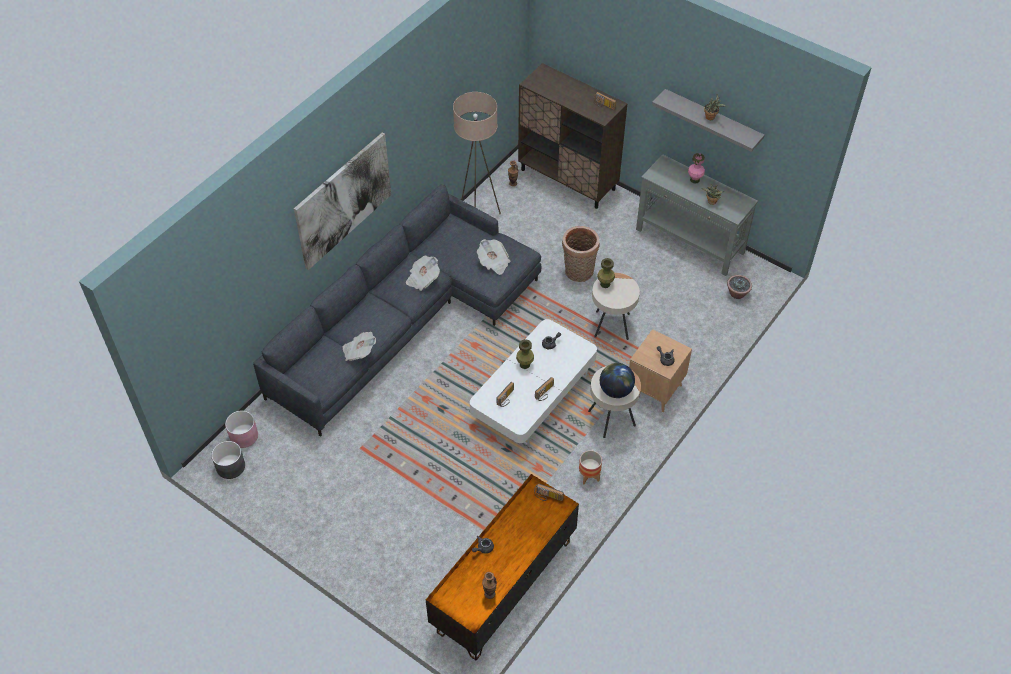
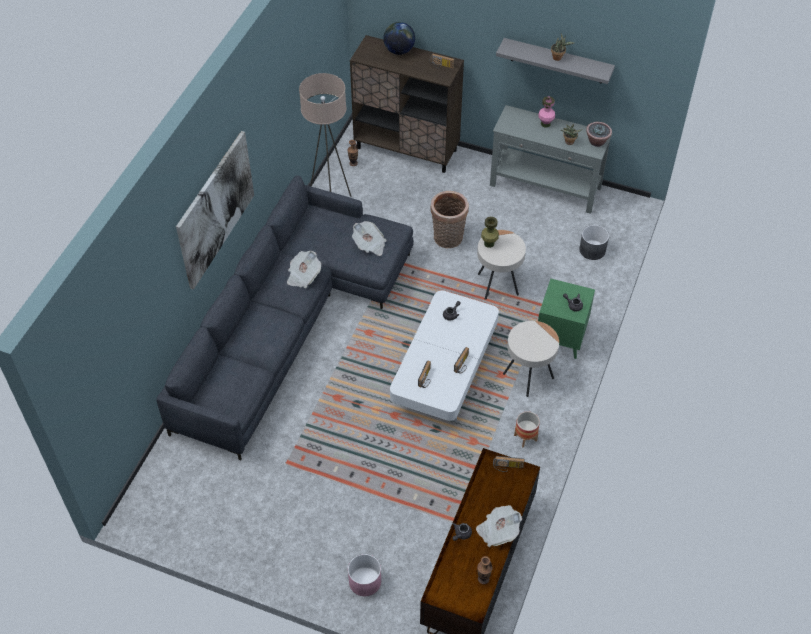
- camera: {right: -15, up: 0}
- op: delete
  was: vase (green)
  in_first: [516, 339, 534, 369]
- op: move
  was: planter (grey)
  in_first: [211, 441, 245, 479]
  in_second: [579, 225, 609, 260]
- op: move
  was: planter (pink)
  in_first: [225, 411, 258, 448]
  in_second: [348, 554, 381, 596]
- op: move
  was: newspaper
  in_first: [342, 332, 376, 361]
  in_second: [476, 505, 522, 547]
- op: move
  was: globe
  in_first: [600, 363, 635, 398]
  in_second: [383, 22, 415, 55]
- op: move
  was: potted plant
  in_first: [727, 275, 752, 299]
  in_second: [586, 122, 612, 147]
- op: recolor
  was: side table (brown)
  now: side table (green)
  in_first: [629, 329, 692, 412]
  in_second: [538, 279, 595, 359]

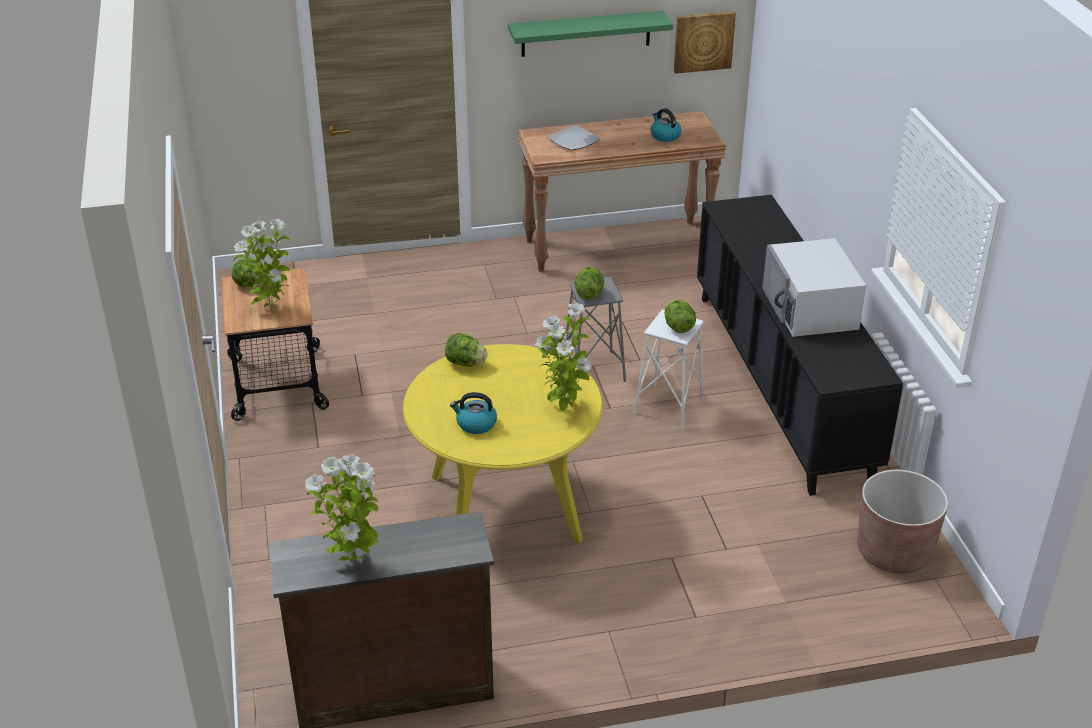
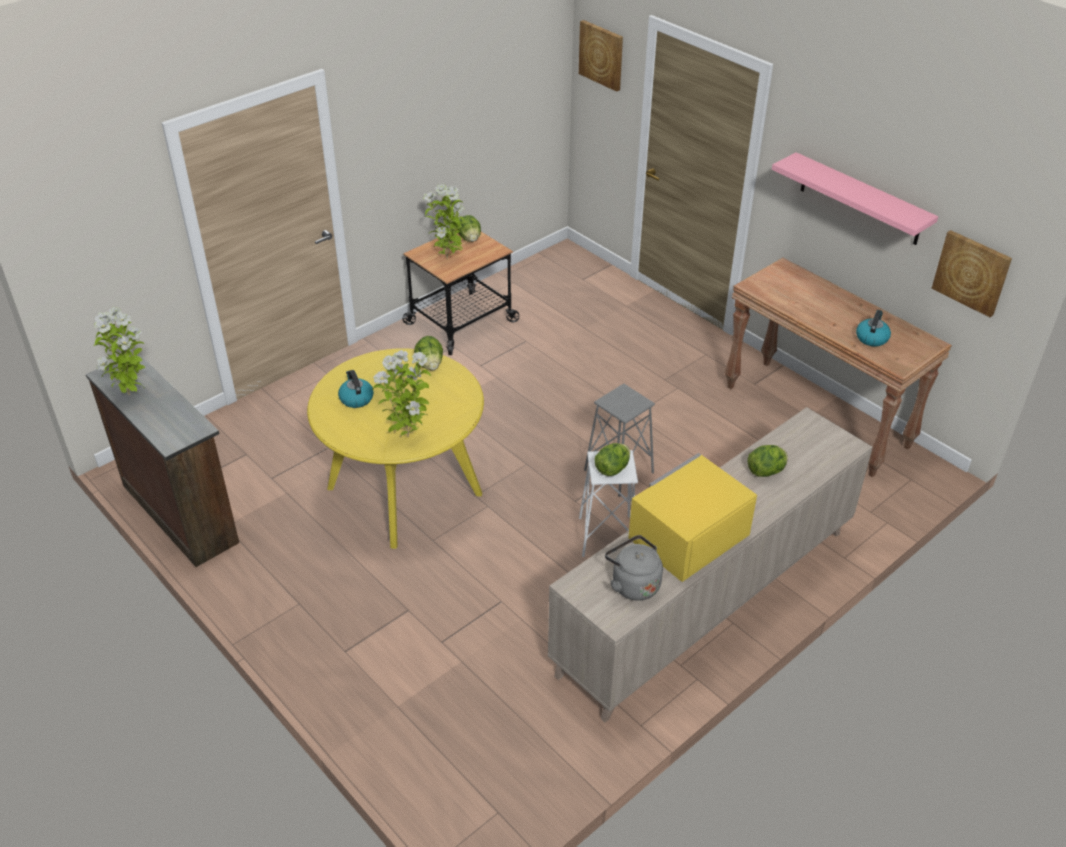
- camera: {right: 60, up: 5}
- op: delete
  was: plate
  in_first: [547, 125, 600, 150]
- op: delete
  was: planter (brown)
  in_first: [857, 470, 948, 574]
- op: insert
  now: picture
  in_second: [579, 20, 623, 92]
- op: insert
  now: kettle (grey)
  in_second: [605, 535, 663, 601]
- op: move
  was: lettuce
  in_first: [574, 267, 604, 300]
  in_second: [748, 445, 788, 477]
- op: recolor
  was: shelf (green)
  now: shelf (pink)
  in_first: [508, 10, 673, 57]
  in_second: [772, 152, 938, 245]
- op: recolor
  was: cabinet (black)
  now: cabinet (beige)
  in_first: [697, 195, 903, 496]
  in_second: [548, 407, 872, 722]
- op: recolor
  was: microwave (white)
  now: microwave (yellow)
  in_first: [762, 238, 866, 337]
  in_second: [628, 453, 757, 582]

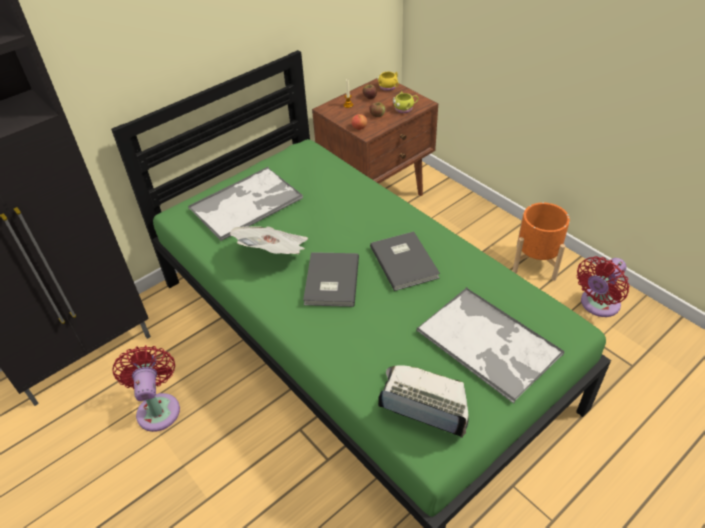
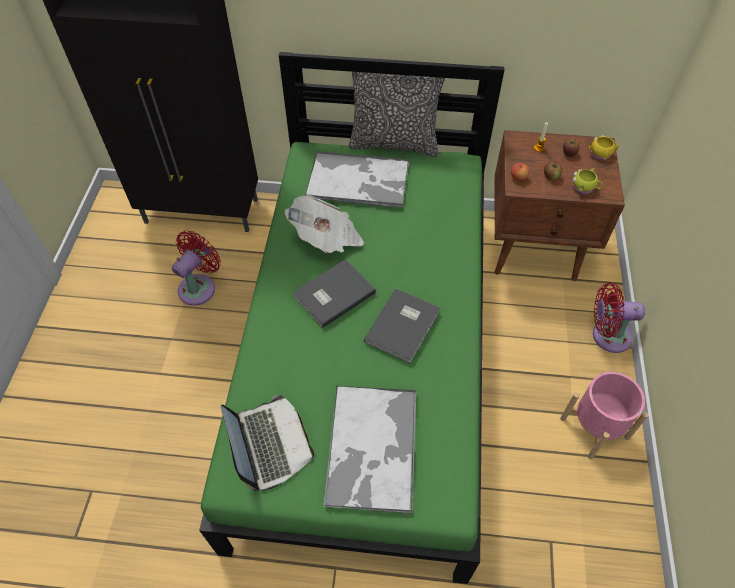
- camera: {right: 45, up: 10}
- op: insert
  now: pillow
  in_second: [349, 72, 445, 157]
- op: move
  was: fan (red)
  in_first: [577, 256, 630, 317]
  in_second: [593, 283, 645, 353]
- op: recolor
  was: planter (orange)
  now: planter (pink)
  in_first: [513, 203, 570, 281]
  in_second: [560, 372, 649, 459]

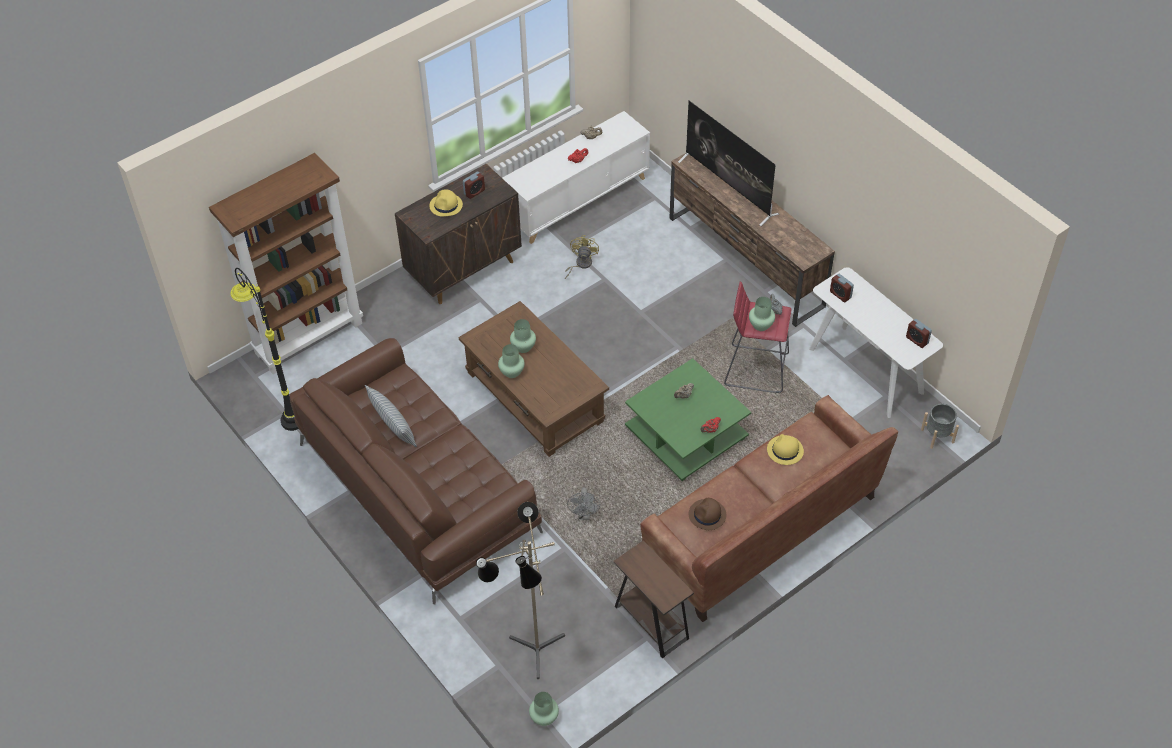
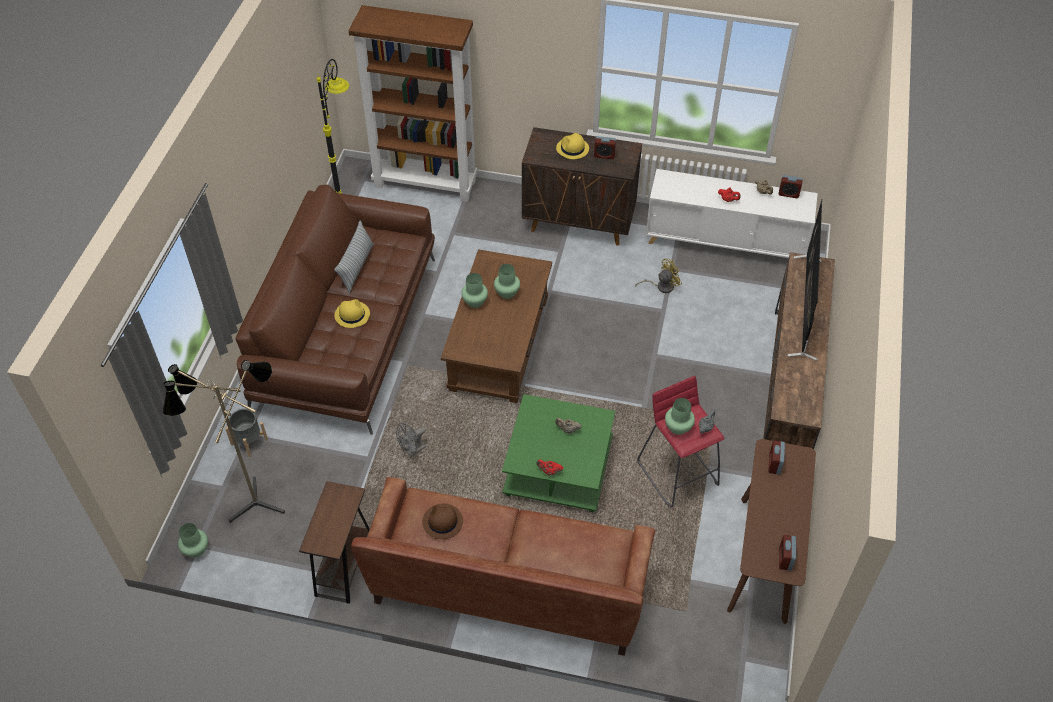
- camera: {right: 50, up: 0}
- op: insert
  now: alarm clock
  in_second: [779, 175, 803, 198]
- op: move
  was: hat (yellow)
  in_first: [767, 434, 804, 465]
  in_second: [334, 299, 370, 328]
- op: move
  was: planter (grey)
  in_first: [921, 404, 959, 449]
  in_second: [225, 409, 268, 457]
- op: recolor
  was: console table (white)
  now: console table (brown)
  in_first: [809, 267, 943, 418]
  in_second: [727, 439, 816, 624]

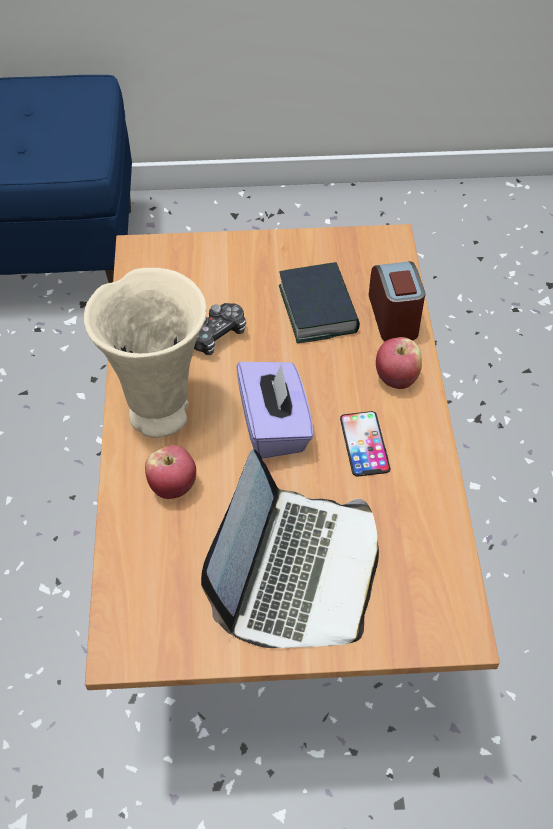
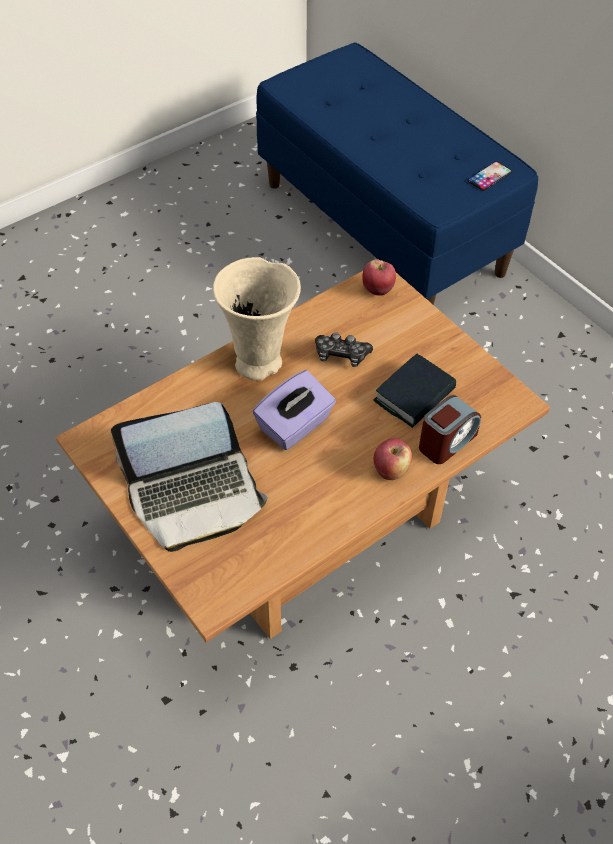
- camera: {right: 55, up: 0}
- op: move
  was: apple
  in_first: [145, 445, 196, 499]
  in_second: [362, 259, 396, 296]
- op: move
  was: phone
  in_first: [340, 411, 390, 477]
  in_second: [467, 161, 512, 191]

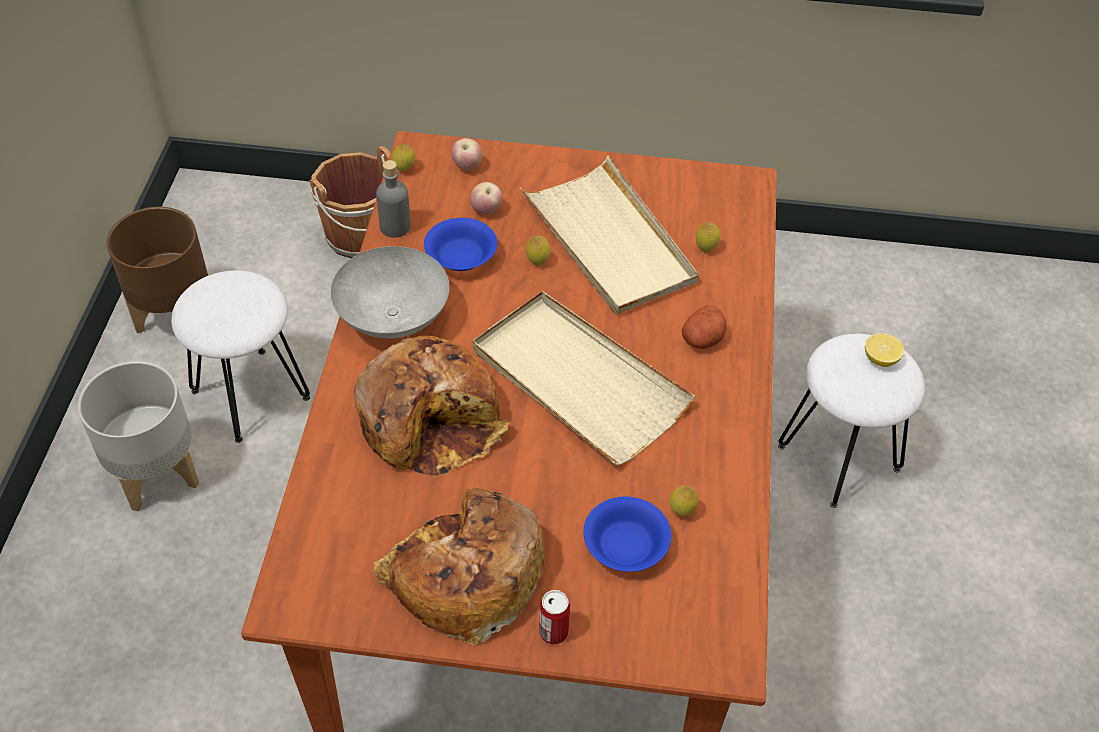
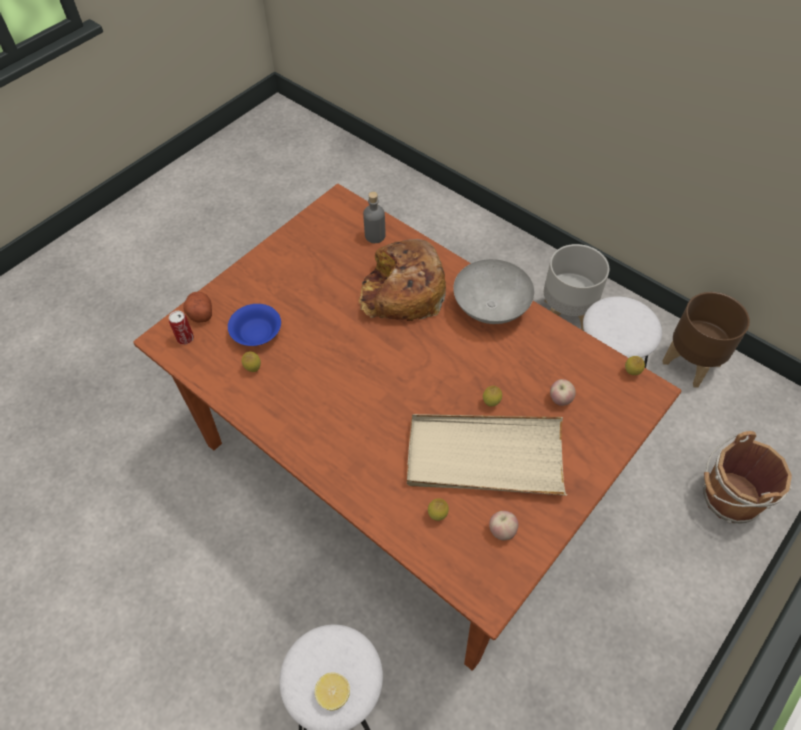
- camera: {right: 125, up: 5}
- op: delete
  was: bread
  in_first: [374, 488, 544, 645]
- op: delete
  was: bowl (blue)
  in_first: [424, 218, 497, 271]
- op: delete
  was: tray (beige)
  in_first: [472, 291, 695, 466]
- op: move
  was: bottle (grey)
  in_first: [376, 160, 411, 238]
  in_second: [363, 192, 385, 243]
- op: move
  was: apple
  in_first: [451, 138, 482, 170]
  in_second: [489, 511, 519, 540]
- op: move
  was: can
  in_first: [539, 590, 570, 644]
  in_second: [169, 311, 194, 345]
- op: move
  was: potato
  in_first: [682, 305, 726, 349]
  in_second: [183, 292, 212, 322]

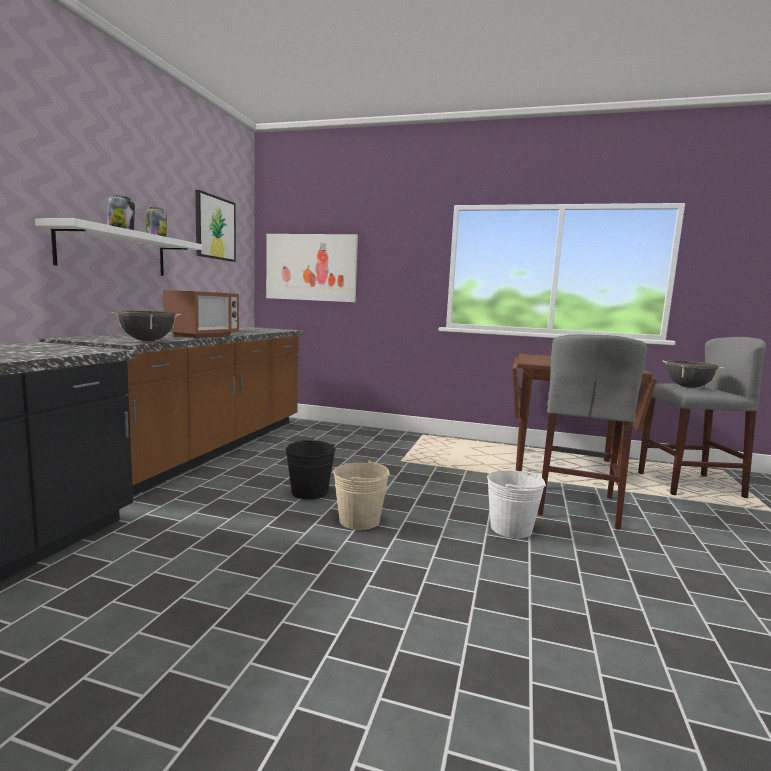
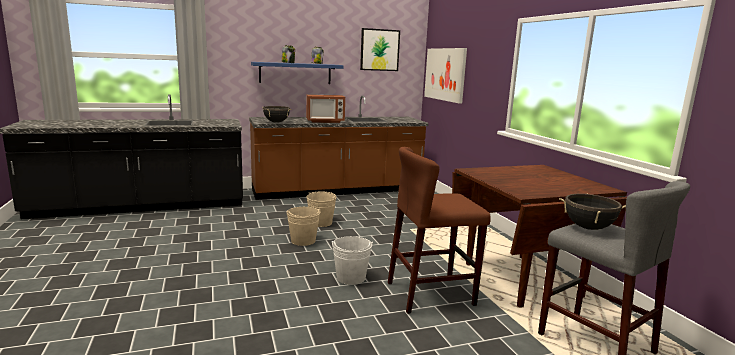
- camera: {right: 55, up: 5}
- op: recolor
  was: shelf (white)
  now: shelf (blue)
  in_first: [35, 218, 202, 276]
  in_second: [251, 62, 344, 84]
- op: recolor
  was: bucket (black)
  now: bucket (beige)
  in_first: [286, 440, 335, 499]
  in_second: [306, 191, 337, 227]
- op: recolor
  was: stool (grey)
  now: stool (brown)
  in_first: [538, 334, 647, 530]
  in_second: [388, 147, 491, 314]

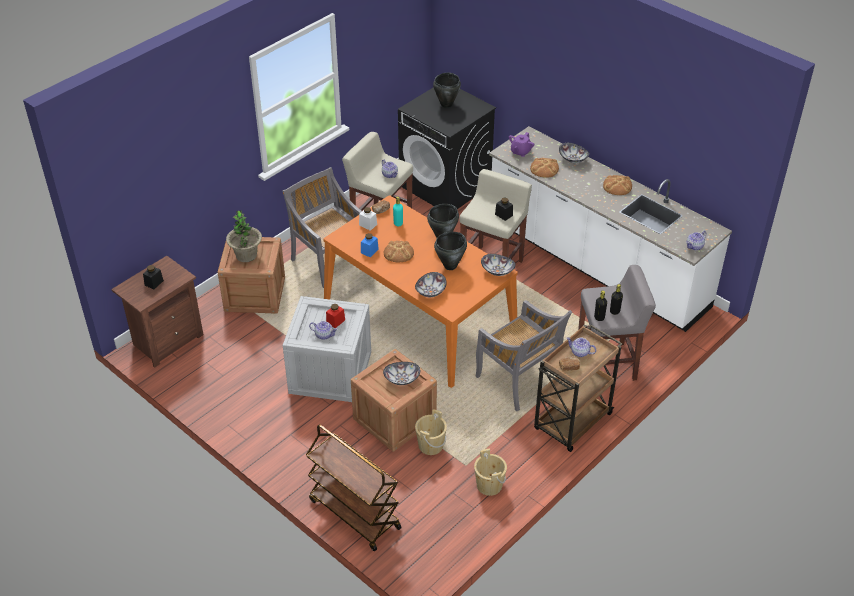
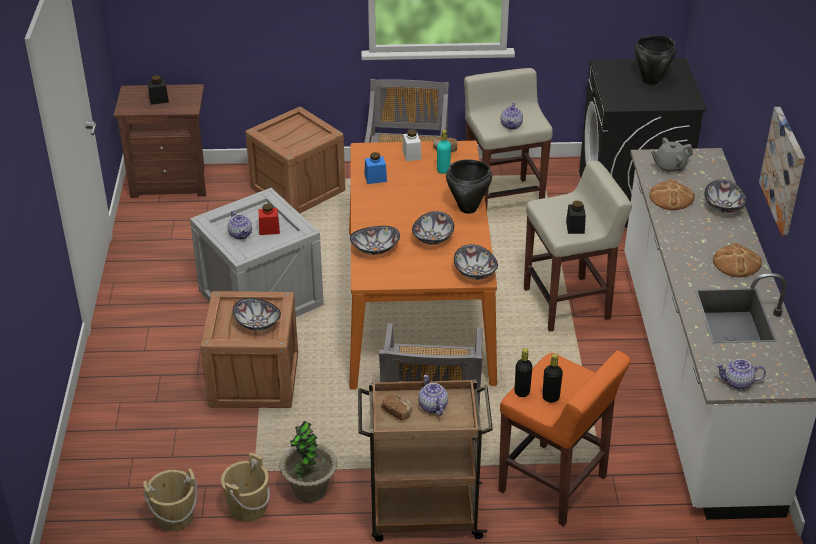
- camera: {right: 45, up: -5}
- op: delete
  was: cart (brown)
  in_first: [306, 424, 402, 551]
- op: delete
  was: bread
  in_first: [384, 241, 414, 263]
- op: insert
  now: picture
  in_second: [759, 107, 805, 236]
- op: move
  was: potted plant
  in_first: [226, 210, 262, 262]
  in_second: [279, 421, 337, 502]
- op: move
  was: bucket (beige)
  in_first: [415, 409, 447, 455]
  in_second: [143, 468, 197, 531]
- op: replace
  was: cooking pot (black)
  now: bowl
  in_first: [434, 232, 467, 270]
  in_second: [412, 211, 454, 245]
- op: recolor
  was: teapot (purple)
  now: teapot (grey)
  in_first: [509, 132, 534, 157]
  in_second: [651, 137, 693, 174]
- op: recolor
  was: stool (grey)
  now: stool (orange)
  in_first: [578, 265, 656, 381]
  in_second: [498, 351, 631, 526]

